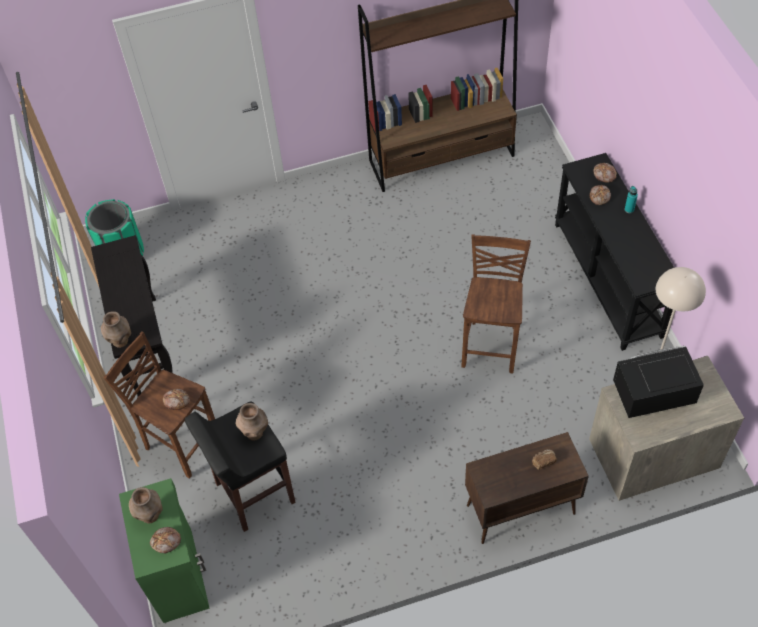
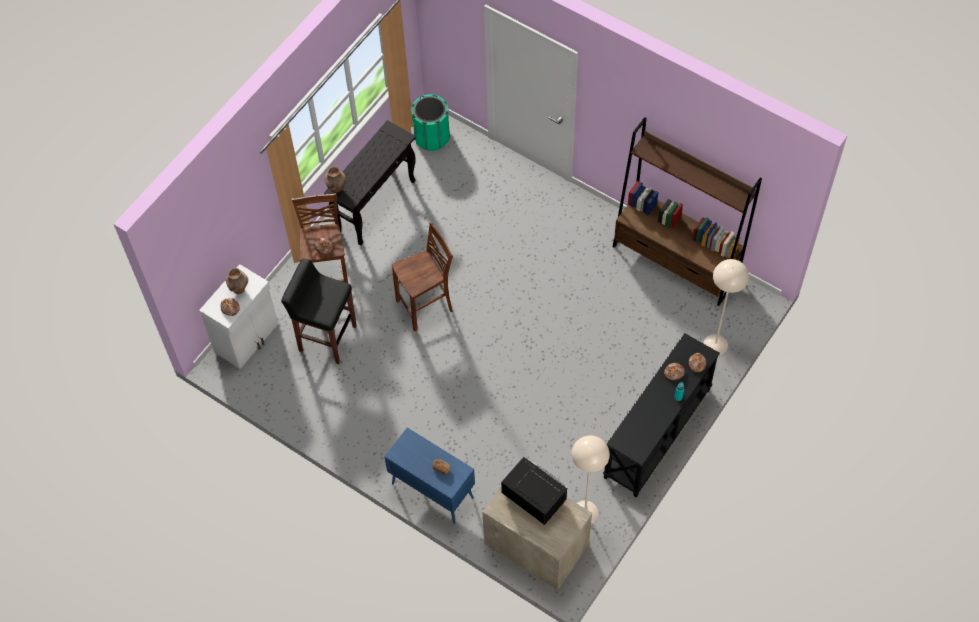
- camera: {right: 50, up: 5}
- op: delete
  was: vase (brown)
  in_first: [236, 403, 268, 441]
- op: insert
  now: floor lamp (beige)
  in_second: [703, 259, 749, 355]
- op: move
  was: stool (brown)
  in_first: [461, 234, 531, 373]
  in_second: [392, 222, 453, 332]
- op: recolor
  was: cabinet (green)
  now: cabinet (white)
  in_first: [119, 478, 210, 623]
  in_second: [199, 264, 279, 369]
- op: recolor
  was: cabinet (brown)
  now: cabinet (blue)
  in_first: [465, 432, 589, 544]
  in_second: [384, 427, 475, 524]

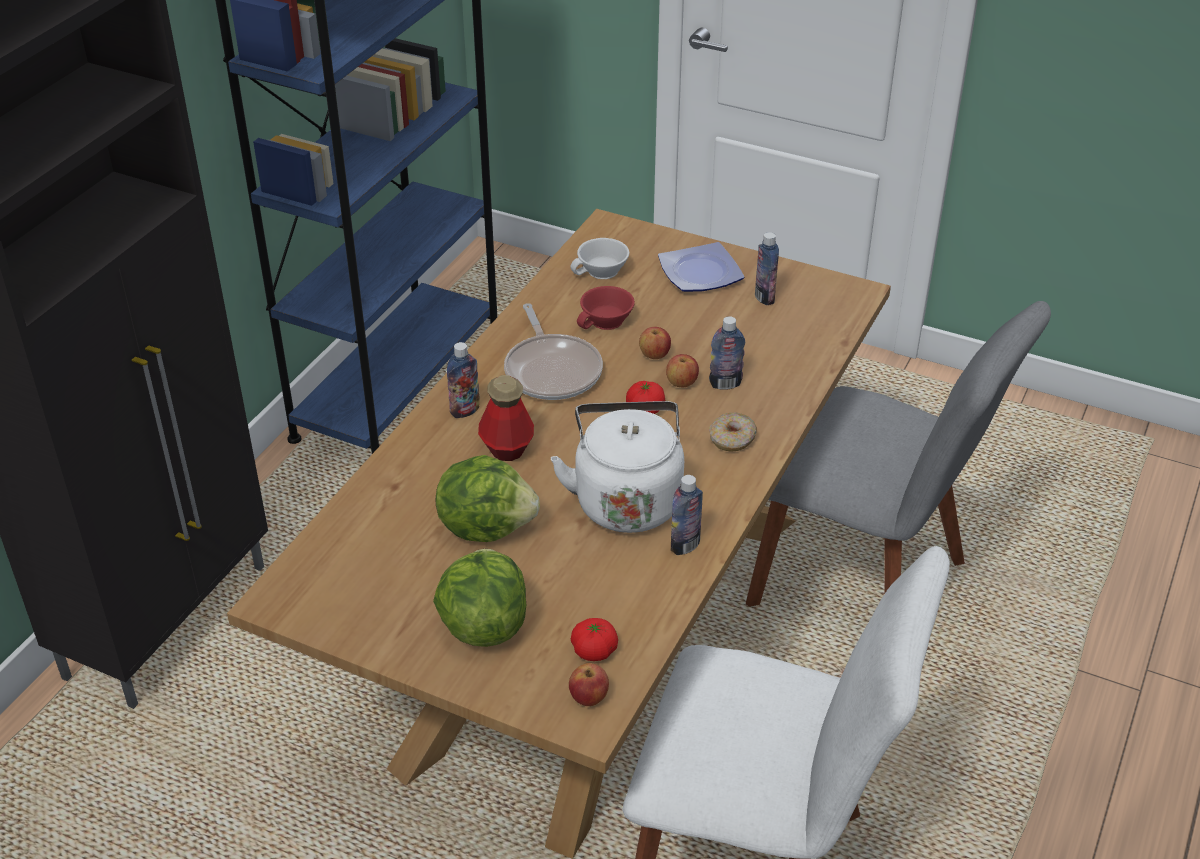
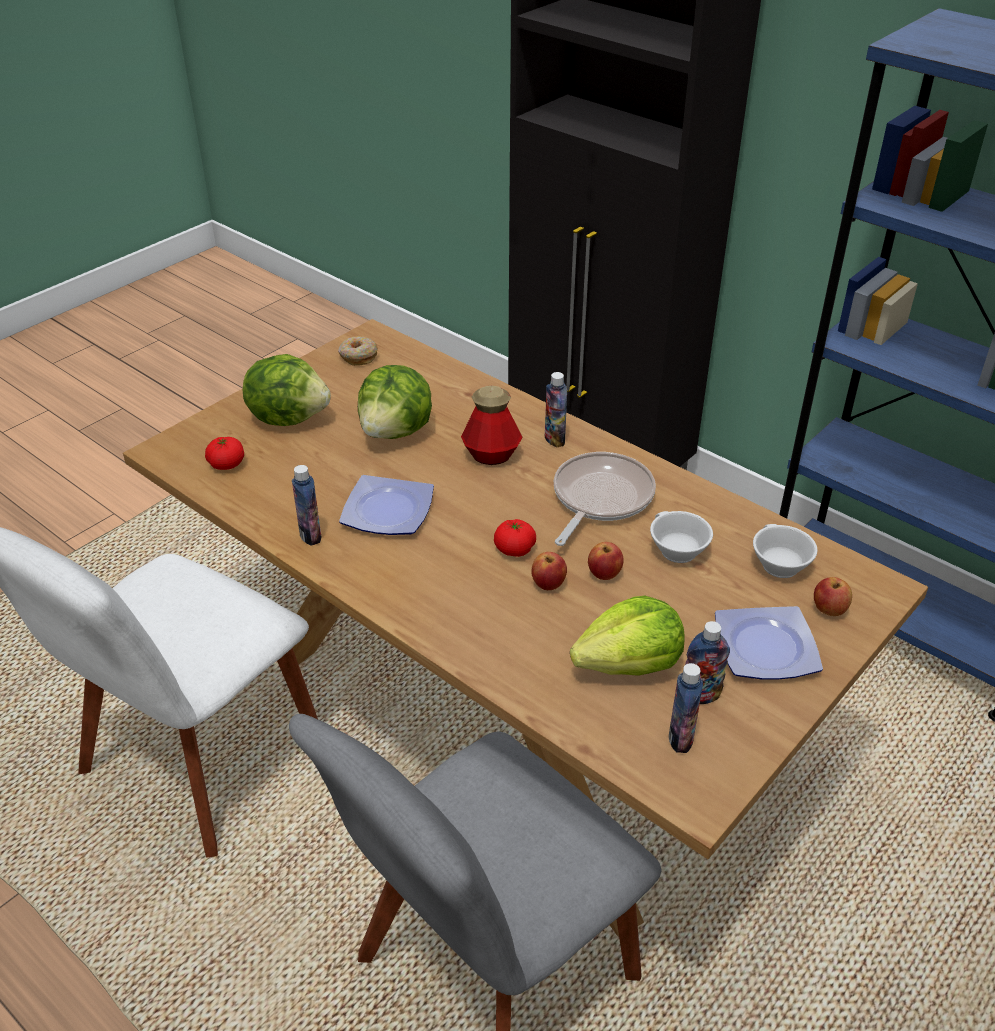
- camera: {right: 105, up: 0}
- op: insert
  now: lettuce
  in_second: [570, 596, 684, 676]
- op: move
  was: apple
  in_first: [569, 663, 609, 706]
  in_second: [814, 577, 852, 616]
- op: move
  was: bottle
  in_first: [709, 316, 745, 390]
  in_second: [669, 663, 703, 753]
- op: move
  was: donut
  in_first: [709, 412, 757, 452]
  in_second: [338, 336, 378, 366]
- op: replace
  was: kettle (white)
  now: plate
  in_first: [551, 401, 684, 533]
  in_second: [339, 475, 434, 535]
- op: recolor
  was: cup (red)
  now: cup (white)
  in_first: [577, 286, 635, 330]
  in_second: [650, 511, 713, 563]
- op: rotate
  was: frying pan
  in_first: [504, 303, 603, 400]
  in_second: [554, 452, 656, 546]
  clockwise: 120

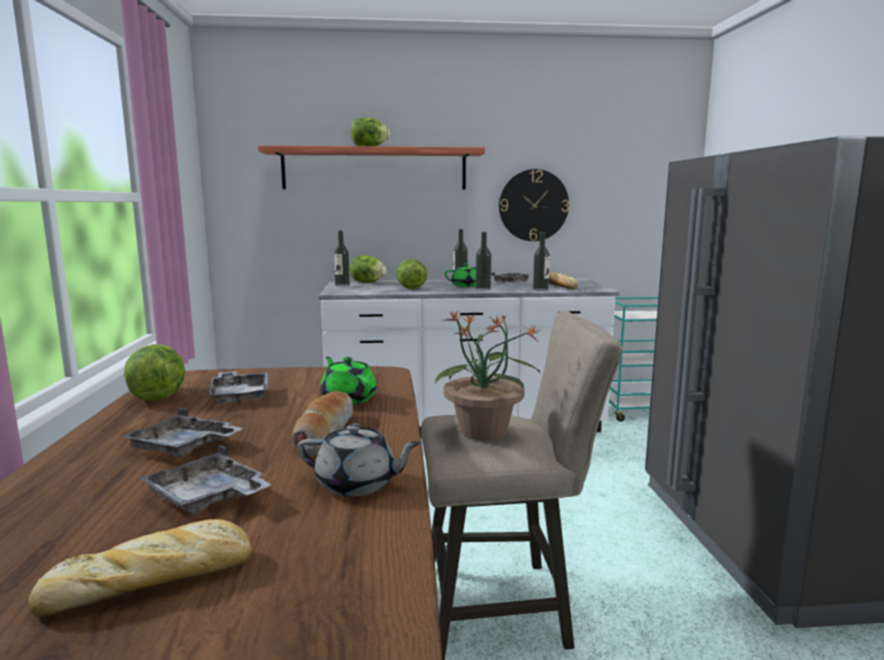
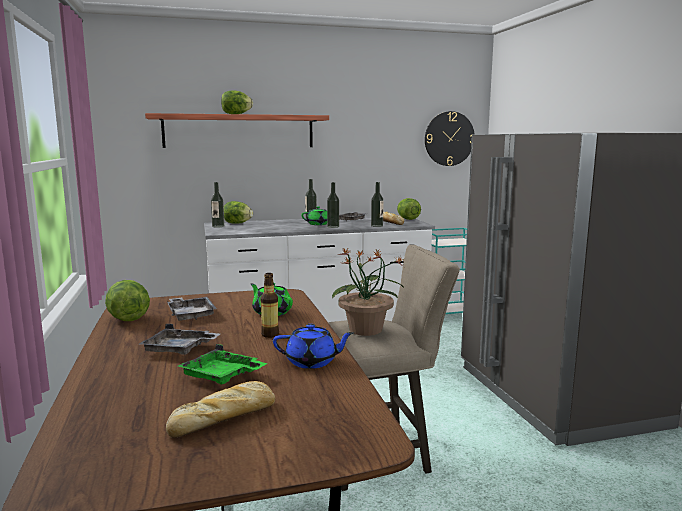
- camera: {right: -10, up: 0}
- op: move
  was: lettuce
  in_first: [396, 259, 427, 289]
  in_second: [397, 198, 421, 220]
- op: move
  was: wall clock
  in_first: [499, 169, 569, 241]
  in_second: [425, 111, 475, 166]
- op: replace
  was: bread
  now: bottle
  in_first: [292, 391, 353, 456]
  in_second: [260, 273, 279, 338]
- op: recolor
  was: tray (grey)
  now: tray (green)
  in_first: [140, 445, 272, 515]
  in_second: [178, 344, 267, 384]
- op: recolor
  was: teapot (grey)
  now: teapot (blue)
  in_first: [297, 424, 422, 496]
  in_second: [273, 324, 354, 369]

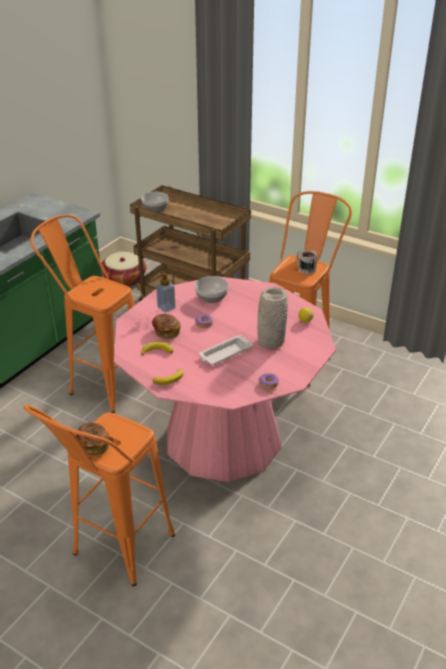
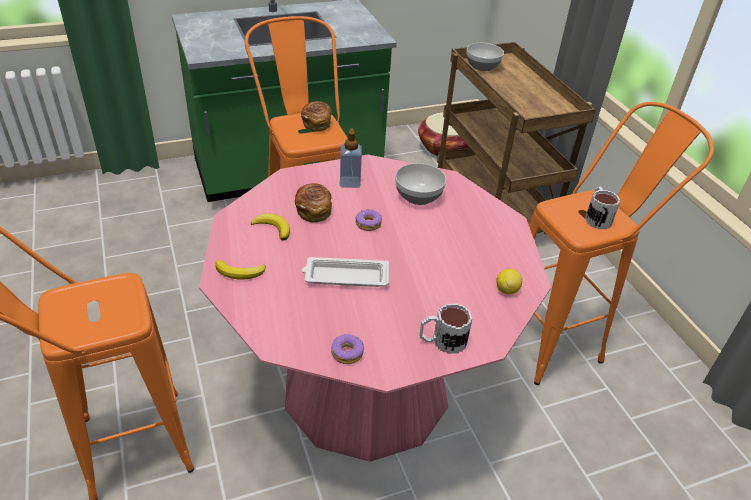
- camera: {right: 35, up: 5}
- op: delete
  was: vase (grey)
  in_first: [257, 287, 288, 349]
- op: insert
  now: mug
  in_second: [419, 303, 472, 354]
- op: move
  was: bread
  in_first: [76, 422, 109, 455]
  in_second: [301, 101, 332, 132]

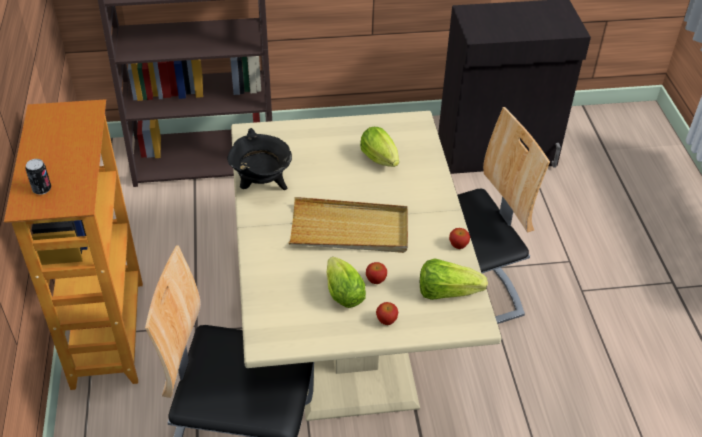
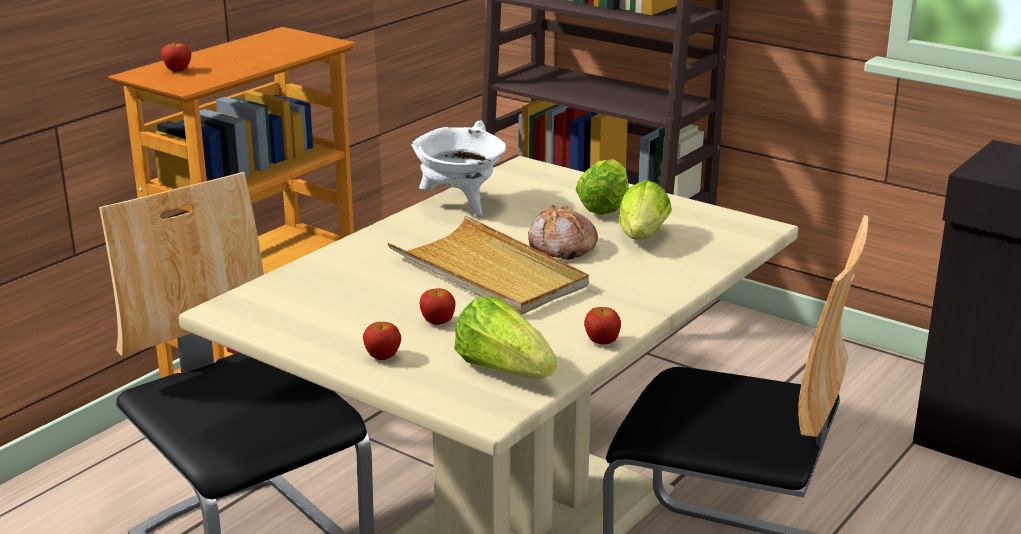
- camera: {right: 45, up: -20}
- op: insert
  now: bread
  in_second: [528, 205, 598, 259]
- op: move
  was: lettuce
  in_first: [327, 257, 366, 308]
  in_second: [575, 159, 628, 215]
- op: replace
  was: can
  now: apple
  in_first: [26, 159, 51, 195]
  in_second: [161, 43, 191, 72]
- op: recolor
  was: cooking pot (black)
  now: cooking pot (white)
  in_first: [227, 128, 292, 190]
  in_second: [411, 121, 506, 217]

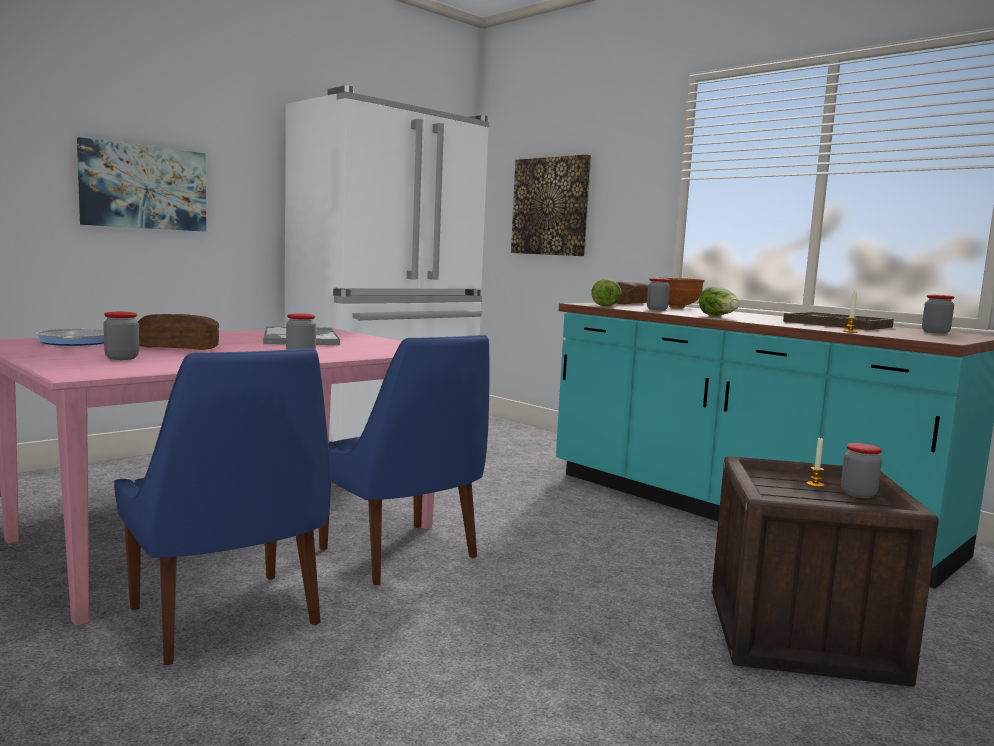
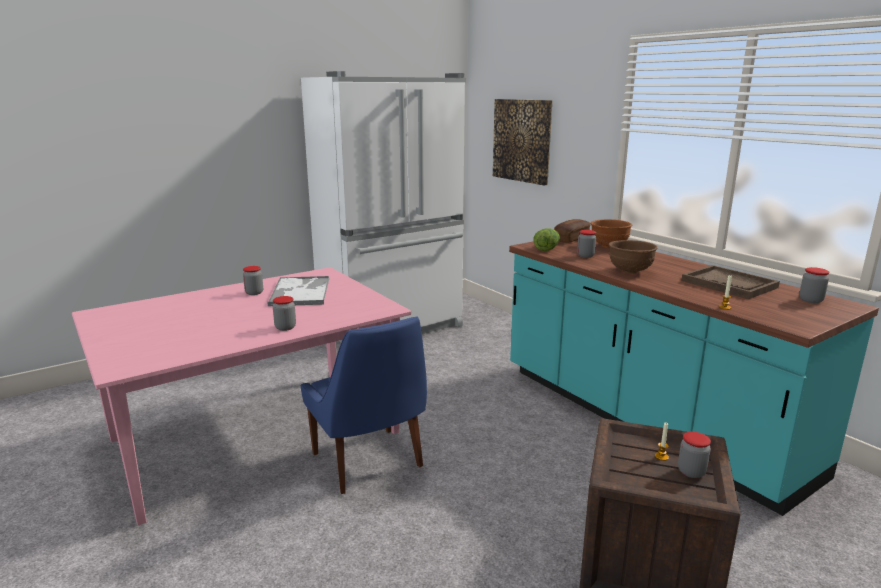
- camera: {right: 10, up: 10}
- op: delete
  was: frying pan
  in_first: [36, 329, 104, 346]
- op: delete
  was: picture
  in_first: [77, 137, 206, 232]
- op: delete
  was: chair (blue)
  in_first: [114, 348, 330, 665]
- op: delete
  was: bread
  in_first: [138, 314, 219, 350]
- op: move
  was: jar
  in_first: [103, 312, 139, 360]
  in_second: [243, 266, 263, 295]
- op: replace
  was: lettuce
  now: bowl (brown)
  in_first: [699, 286, 739, 316]
  in_second: [609, 240, 657, 274]

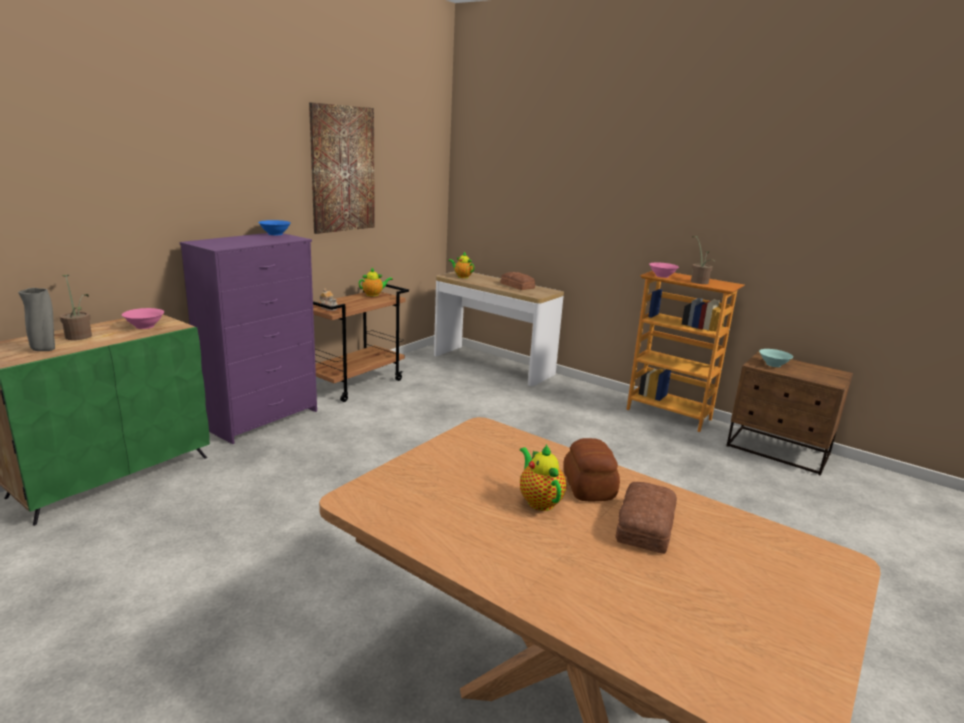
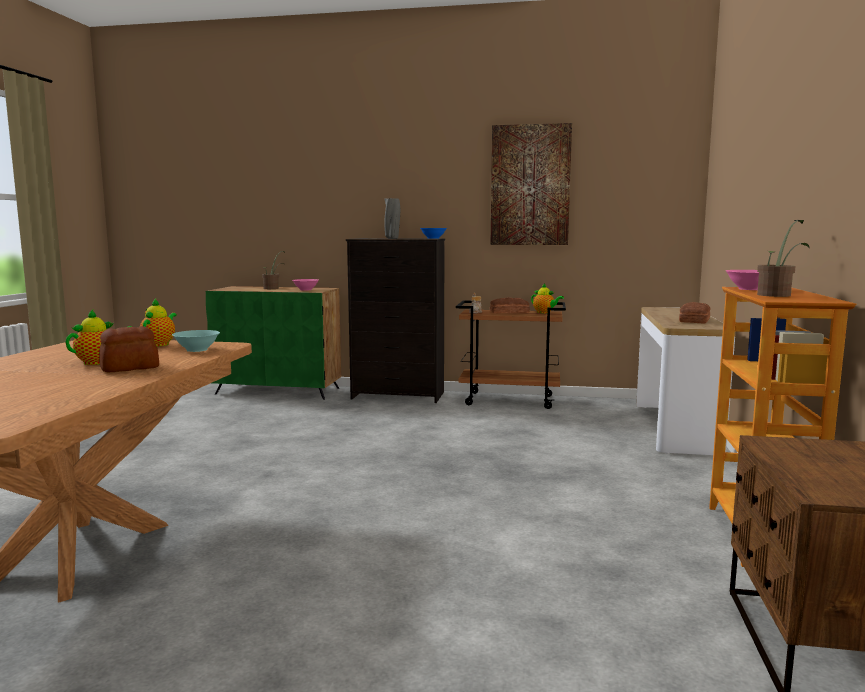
- camera: {right: 65, up: -10}
- op: move
  was: vase (grey)
  in_first: [18, 288, 55, 351]
  in_second: [384, 198, 400, 239]
- op: move
  was: teapot
  in_first: [448, 252, 474, 278]
  in_second: [140, 299, 177, 347]
- op: move
  was: bread
  in_first: [615, 482, 677, 554]
  in_second: [490, 298, 530, 313]
- op: move
  was: bowl (turquoise)
  in_first: [759, 349, 793, 367]
  in_second: [172, 330, 220, 352]
- op: recolor
  was: dresser (purple)
  now: dresser (black)
  in_first: [179, 233, 317, 444]
  in_second: [346, 238, 445, 403]

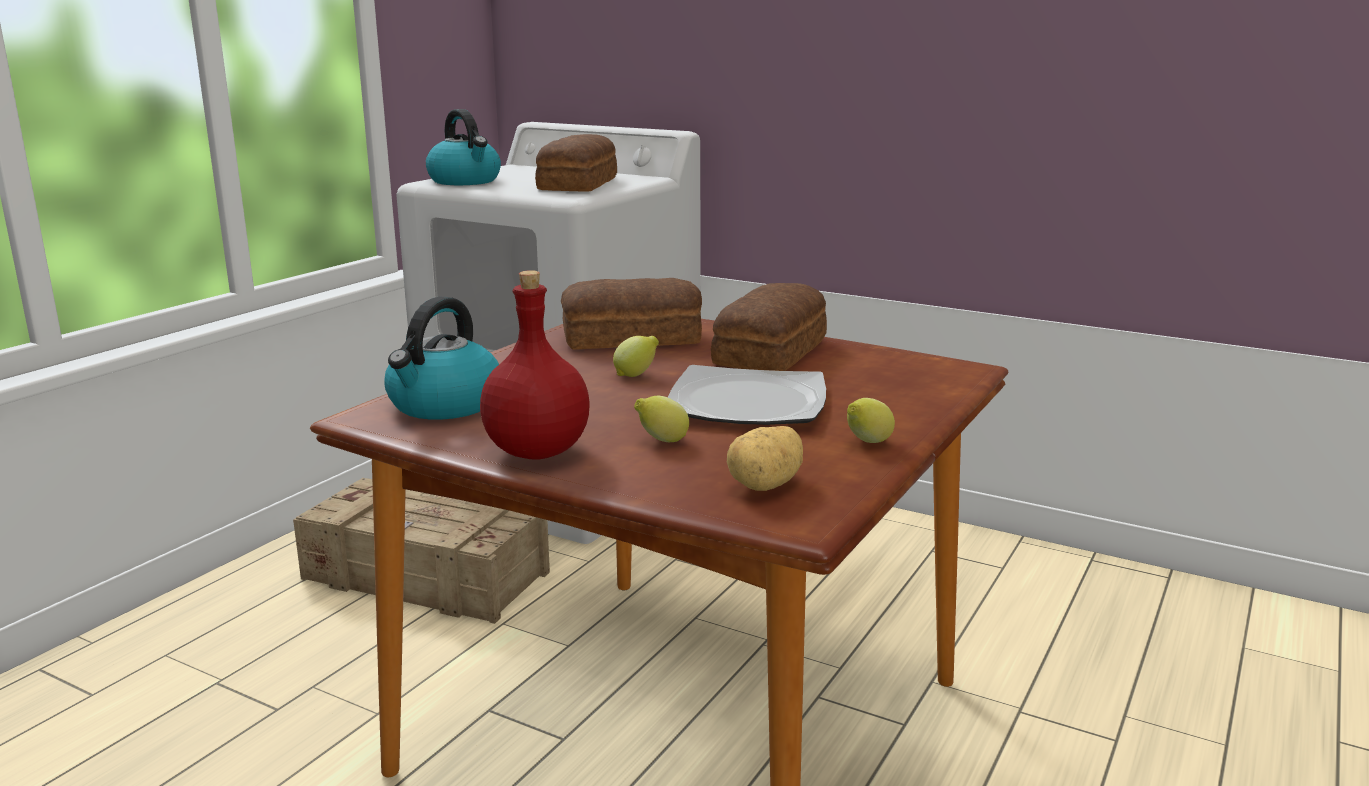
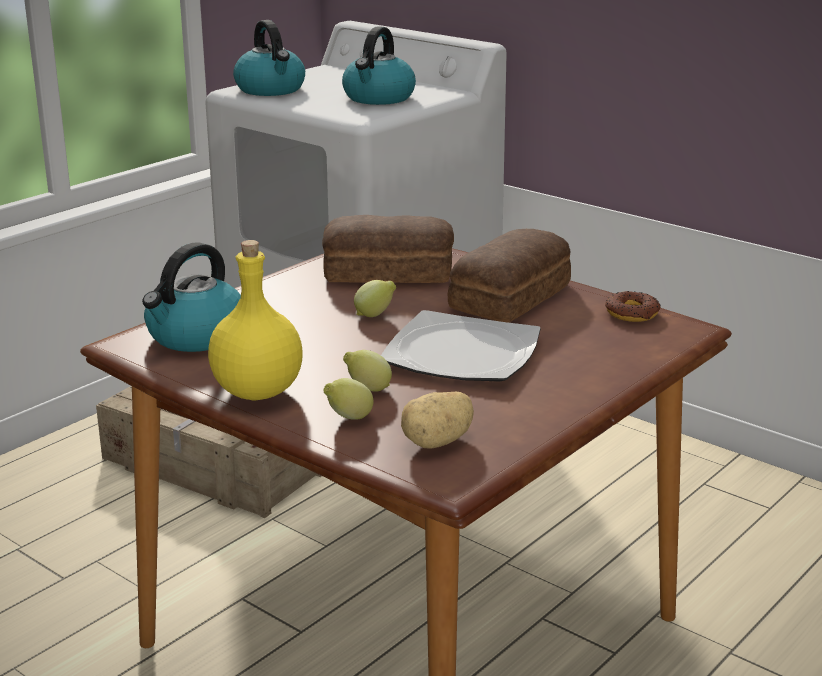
- camera: {right: 10, up: 5}
- op: insert
  now: donut
  in_second: [605, 291, 661, 322]
- op: move
  was: lemon
  in_first: [847, 398, 895, 443]
  in_second: [324, 378, 373, 420]
- op: replace
  was: bread
  now: kettle
  in_first: [535, 134, 617, 192]
  in_second: [342, 26, 416, 105]
- op: recolor
  was: bottle (red)
  now: bottle (yellow)
  in_first: [480, 270, 590, 460]
  in_second: [208, 240, 303, 401]

